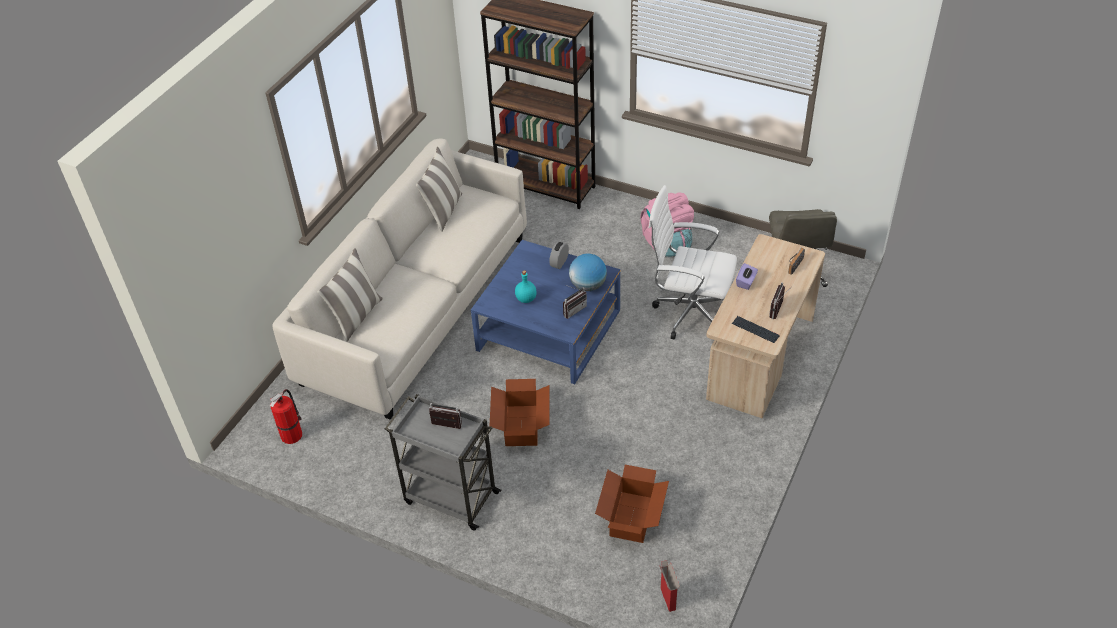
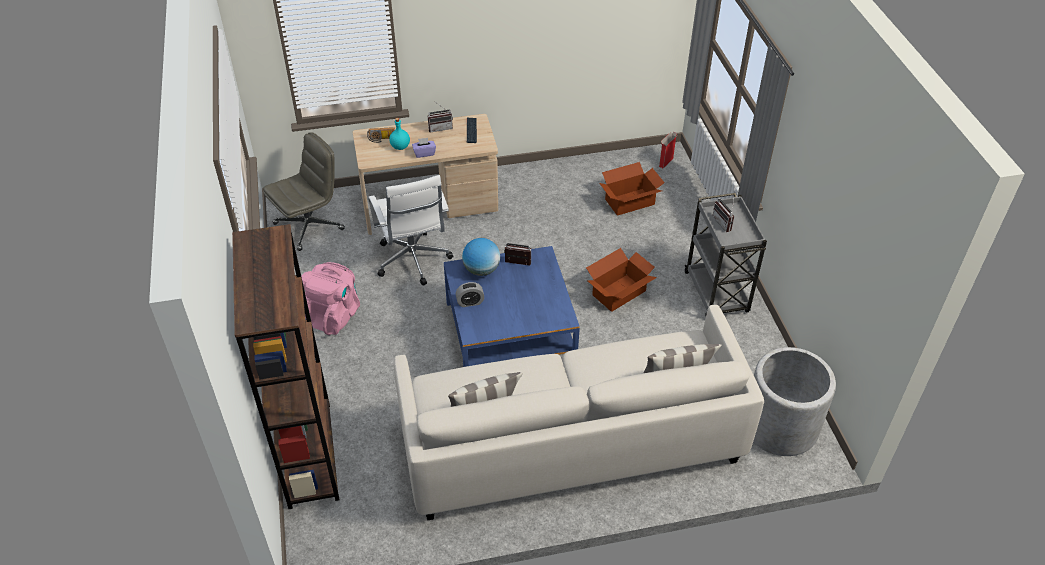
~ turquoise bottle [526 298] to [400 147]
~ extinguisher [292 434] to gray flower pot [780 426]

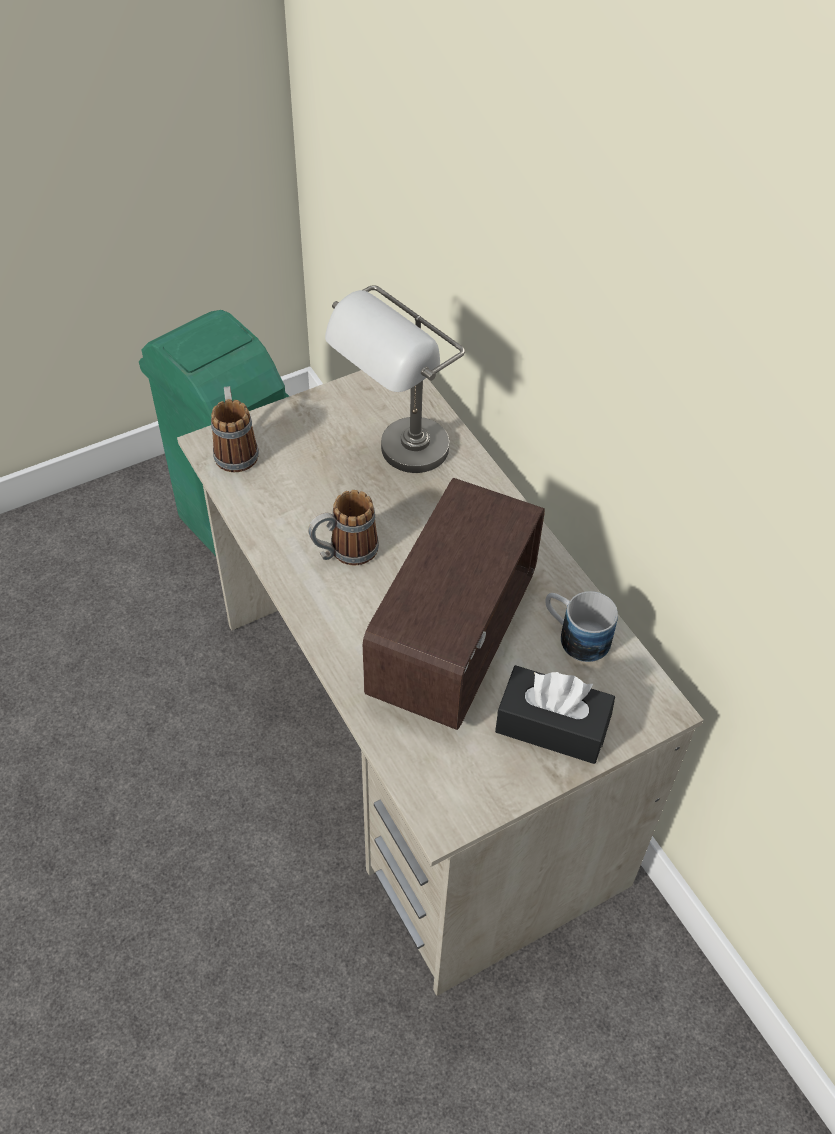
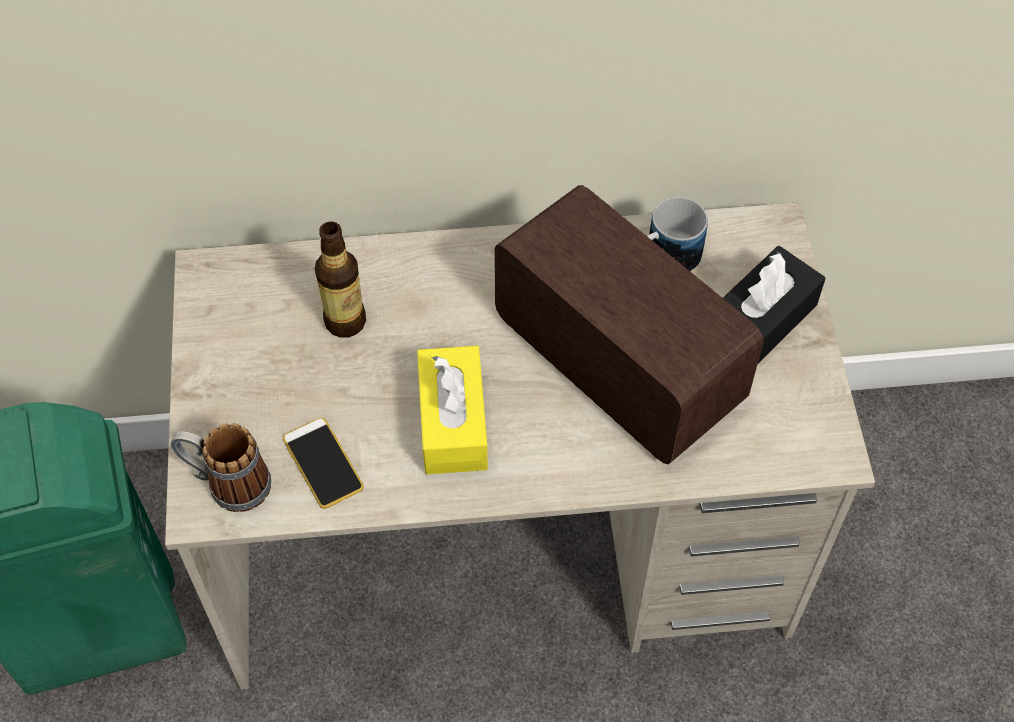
+ telephone [323 463]
~ tea mug [344 552] to yellow tissue holder [453 422]
~ gray lamp for a table [398 461] to bottle [345 321]

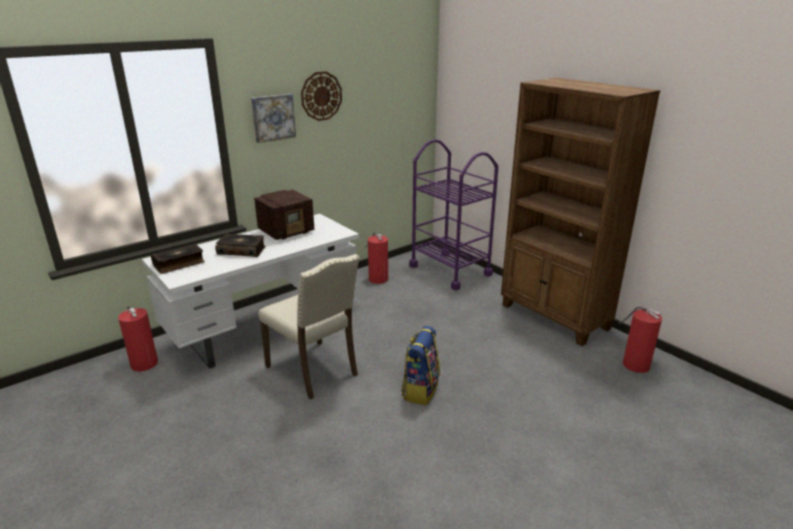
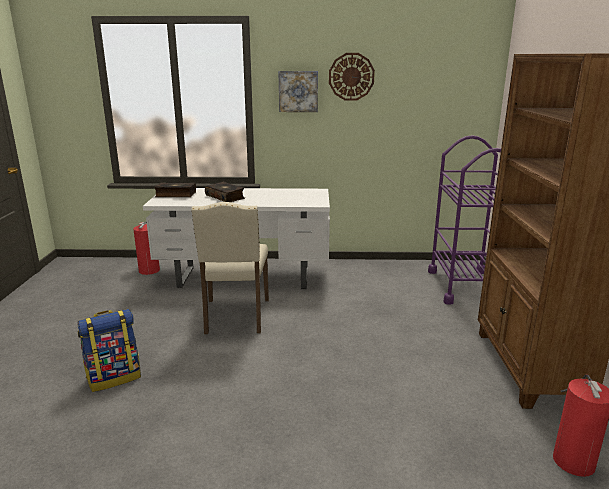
- radio [287 231]
- extinguisher [378 278]
~ knapsack [420 390] to [114 377]

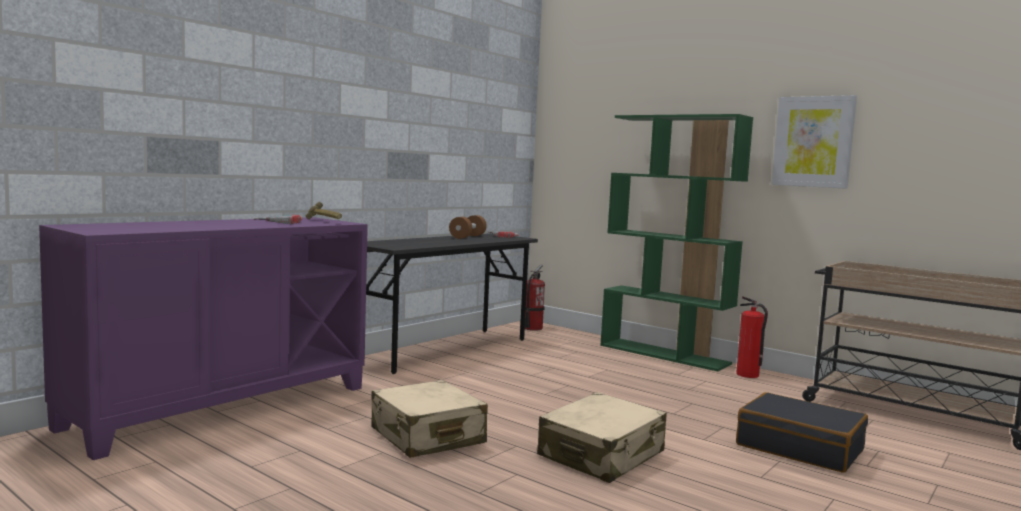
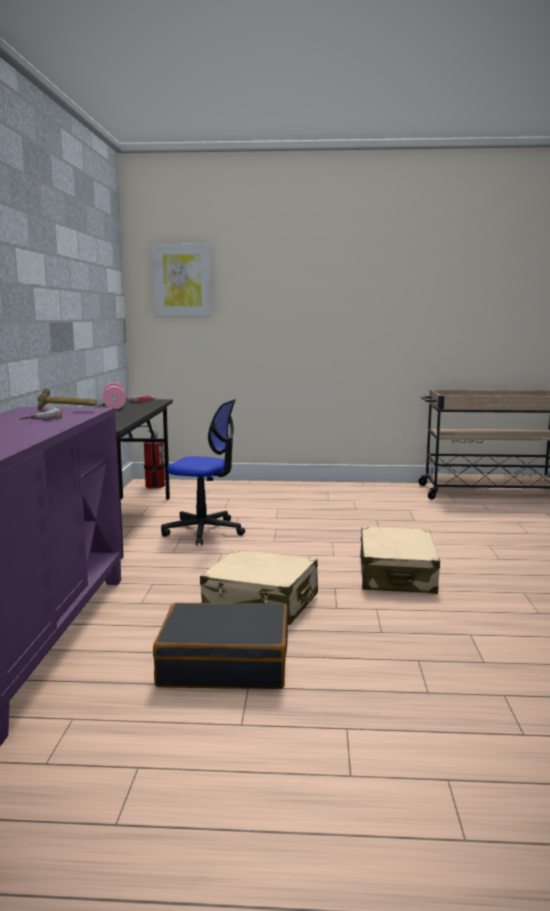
- green-coloured bookcase [664 354]
- extinguisher [748 375]
+ office chair [204 531]
~ blackish piece of luggage [800 447] to [225 663]
~ wall picture [813 142] to [182 280]
~ brown-coloured hand weight [467 237] to pink-coloured hand weight [114 406]

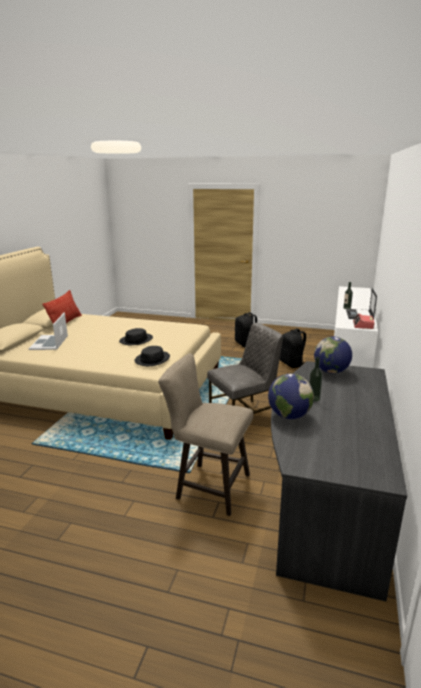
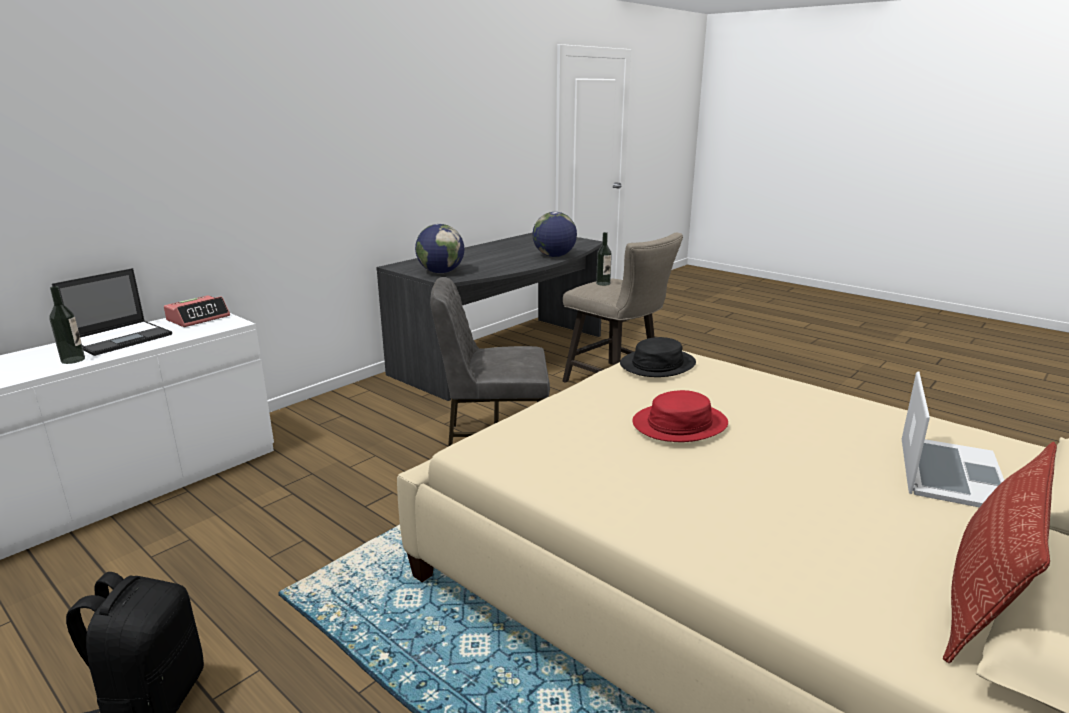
- blackish knapsack [292 364]
~ bottle [314 398] to [603 283]
~ blackish hat [136 340] to red-coloured hat [679 424]

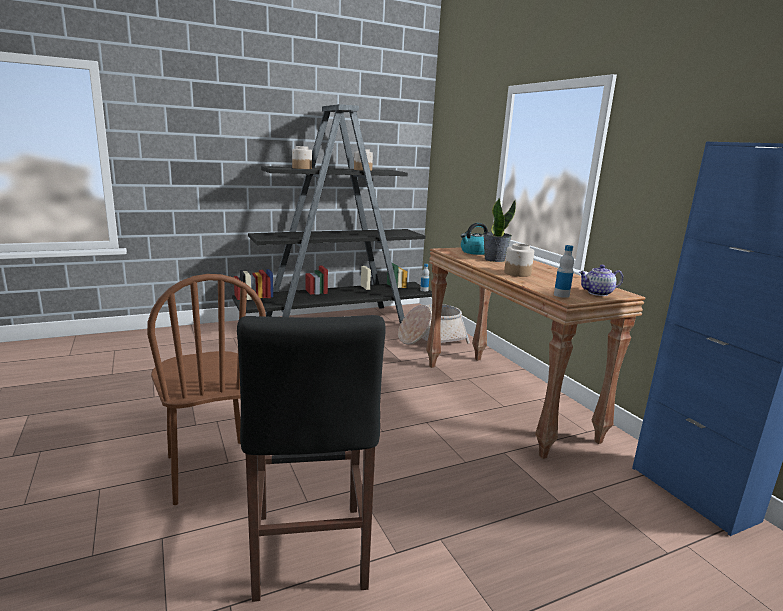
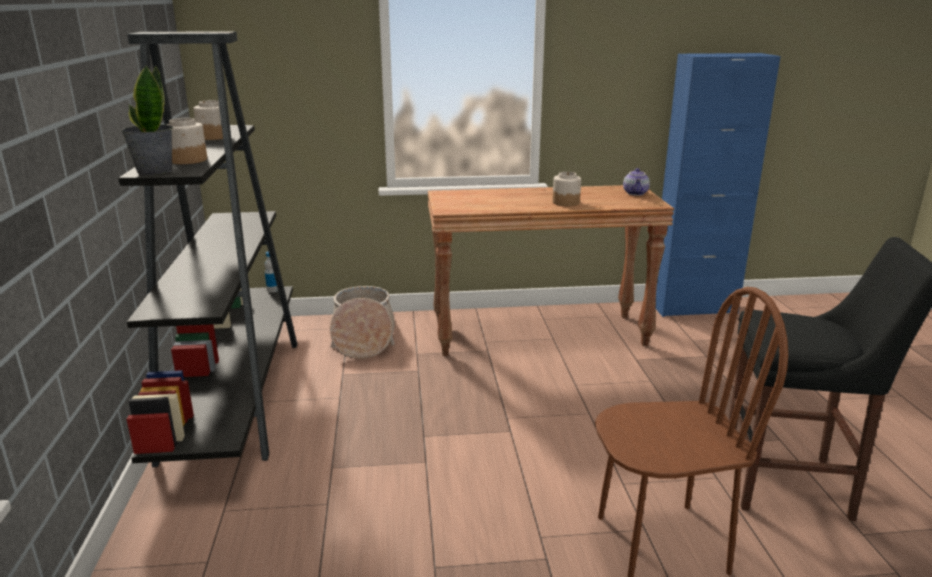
- water kettle [475 252]
- bottle [561 295]
~ potted plant [494 259] to [154 171]

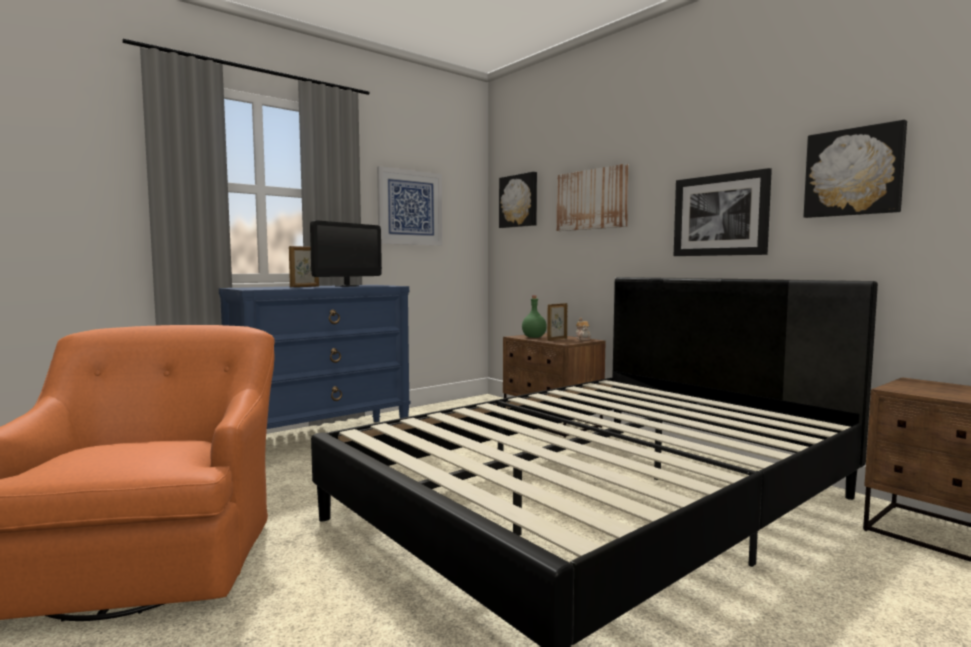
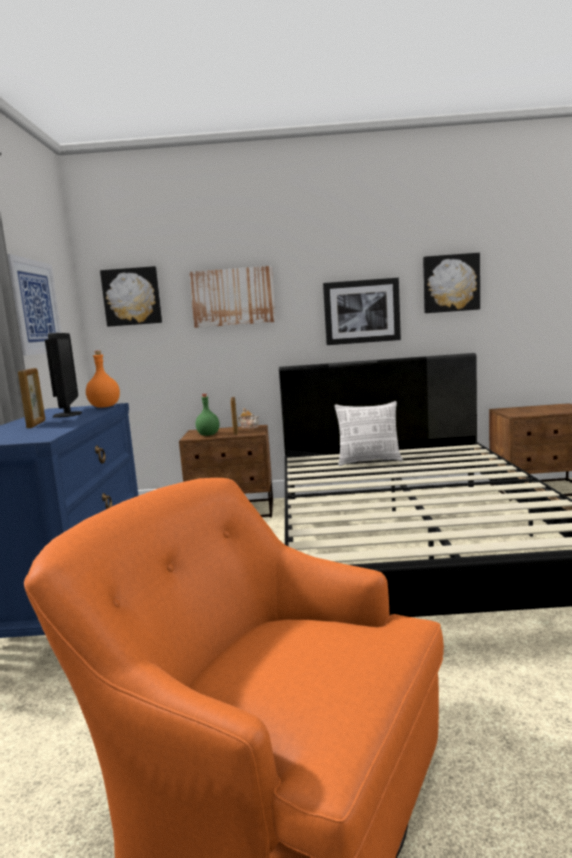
+ orangey bottle [105 406]
+ throw pillow [369 461]

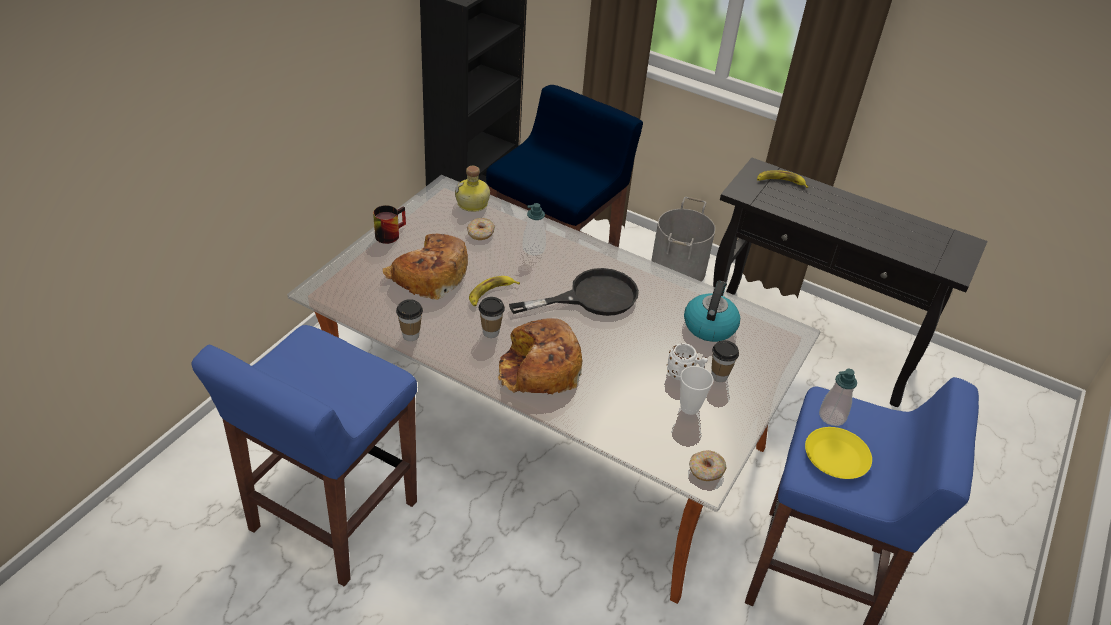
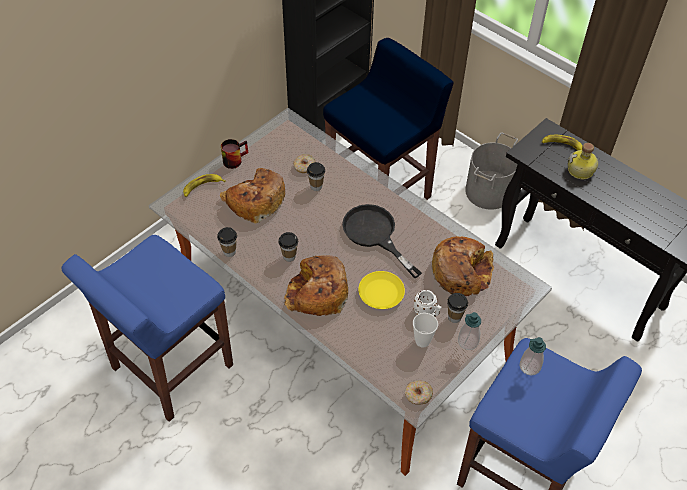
+ cup [316 186]
~ bottle [473 204] to [581 171]
~ banana fruit [491 293] to [202 187]
~ liquid soap bottle [533 249] to [468 341]
~ yellow flat dish [835 457] to [381 292]
~ water kettle [709 325] to bread [461 271]
~ blackish frying pan [591 297] = [375 235] 120 degrees counterclockwise

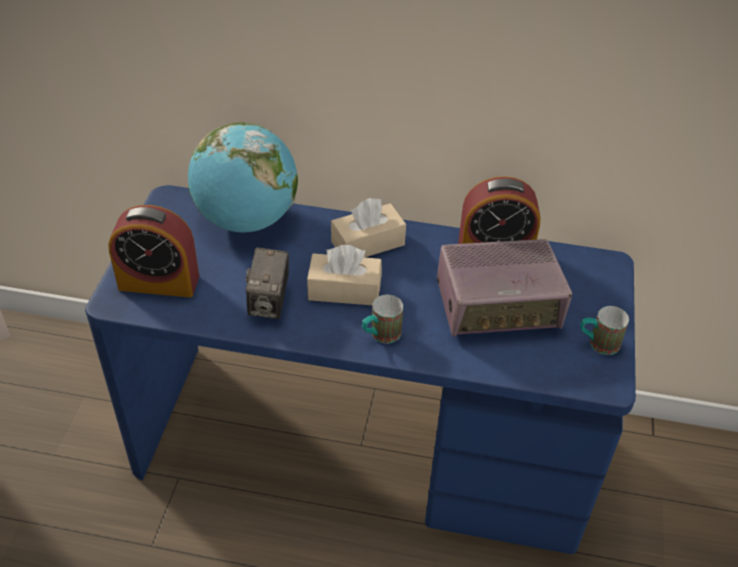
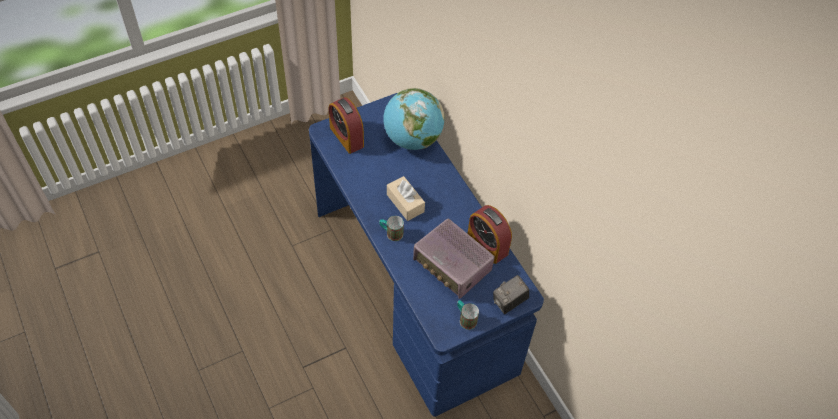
- sand-coloured tissue holder [367 243]
~ still camera [269 303] to [509 302]

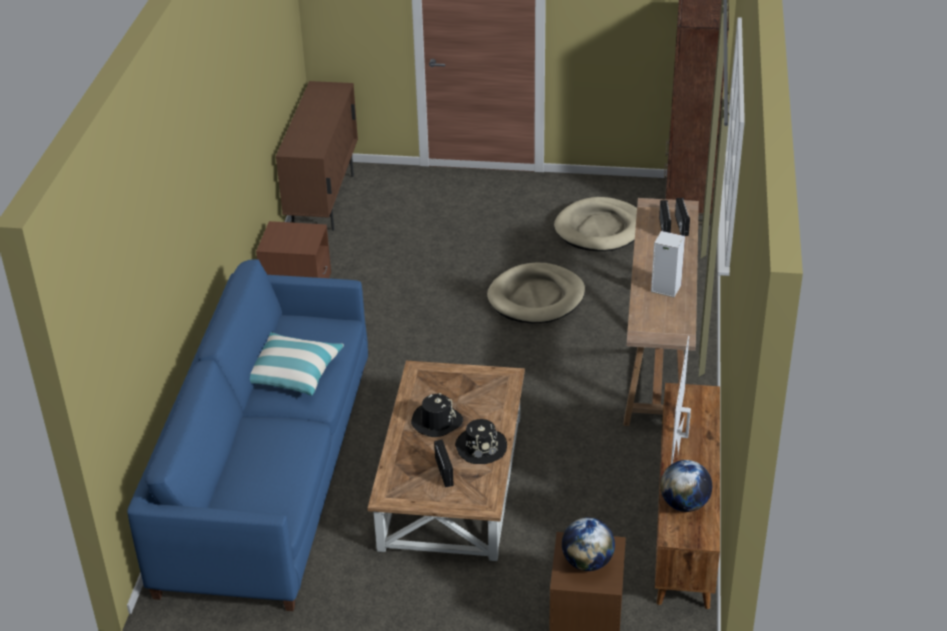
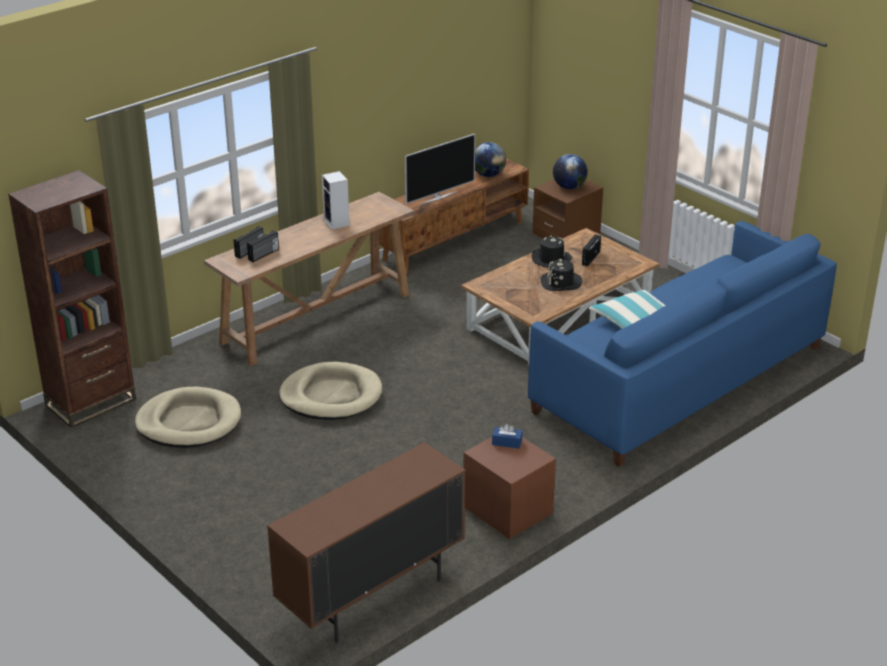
+ blue tissue holder [507 442]

